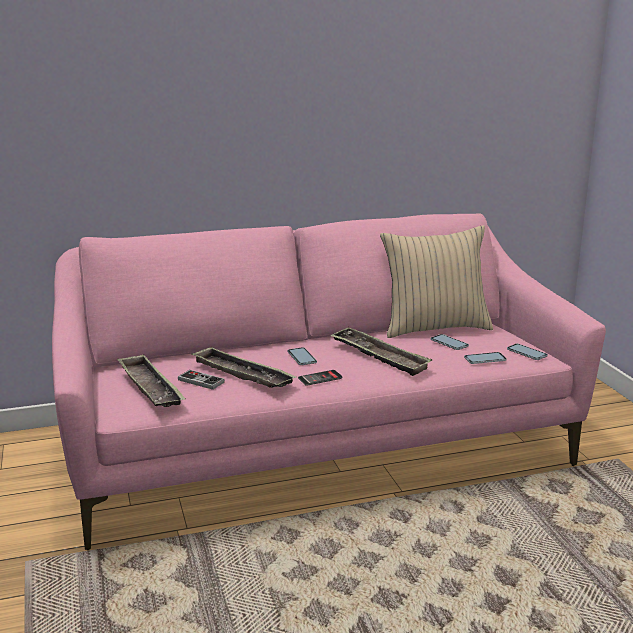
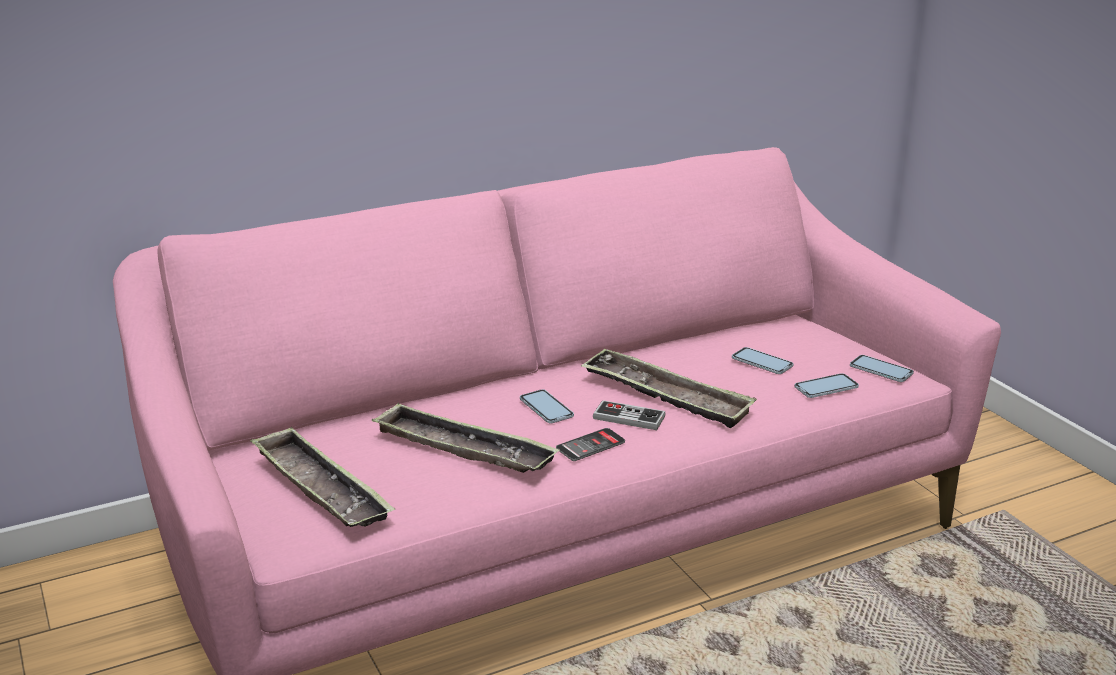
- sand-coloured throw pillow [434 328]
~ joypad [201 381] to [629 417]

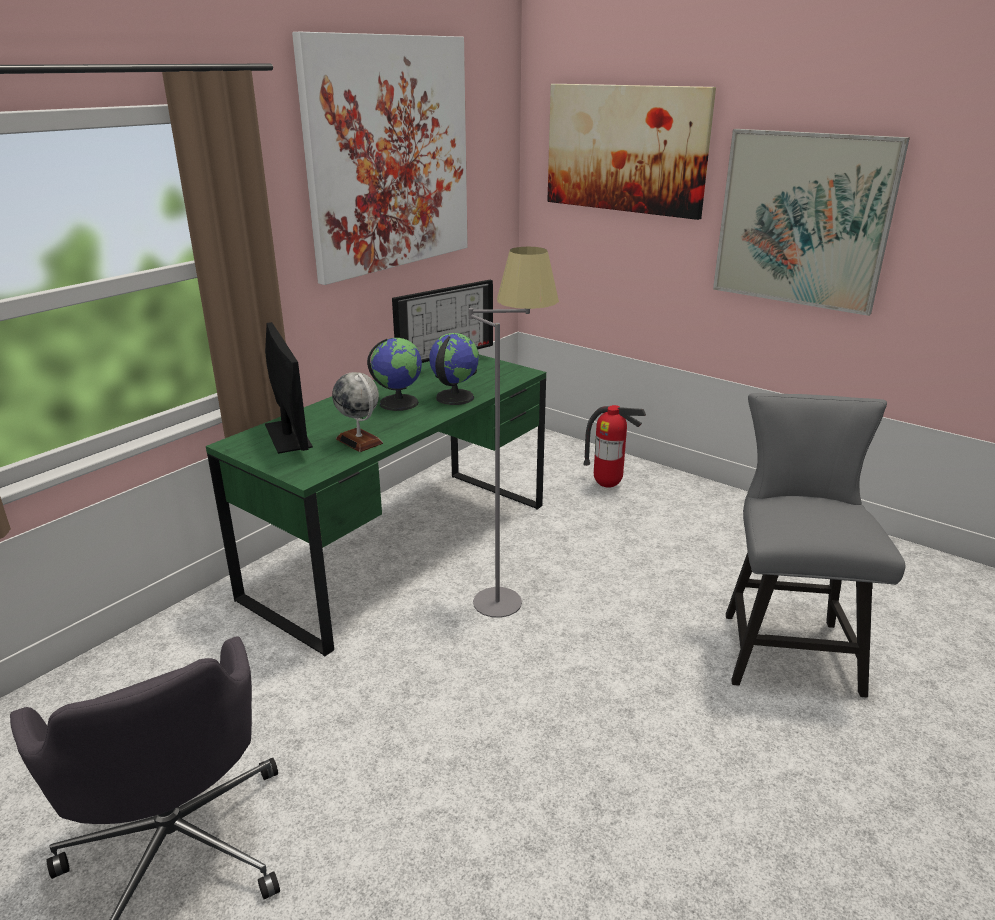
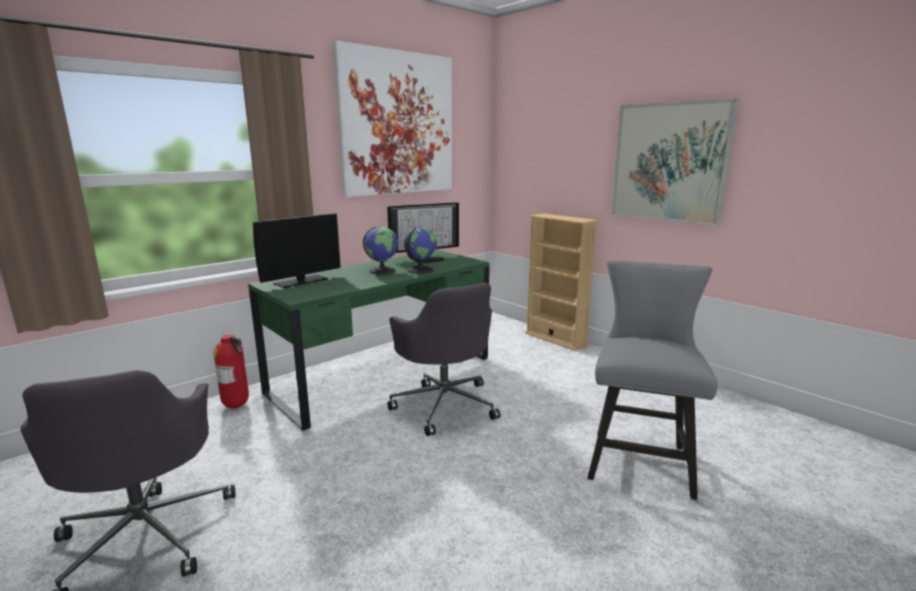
- desk globe [359 441]
- wall picture [625 149]
+ sand-coloured bookcase [555 339]
~ extinguisher [608 485] to [237 406]
~ gray standard lamp [510 591] to gray office chair [444 404]
~ computer screen [288 435] = [301 281] 60 degrees clockwise

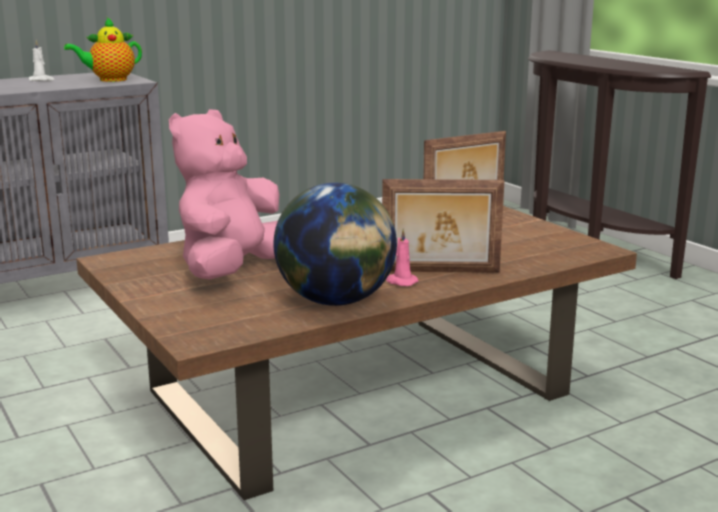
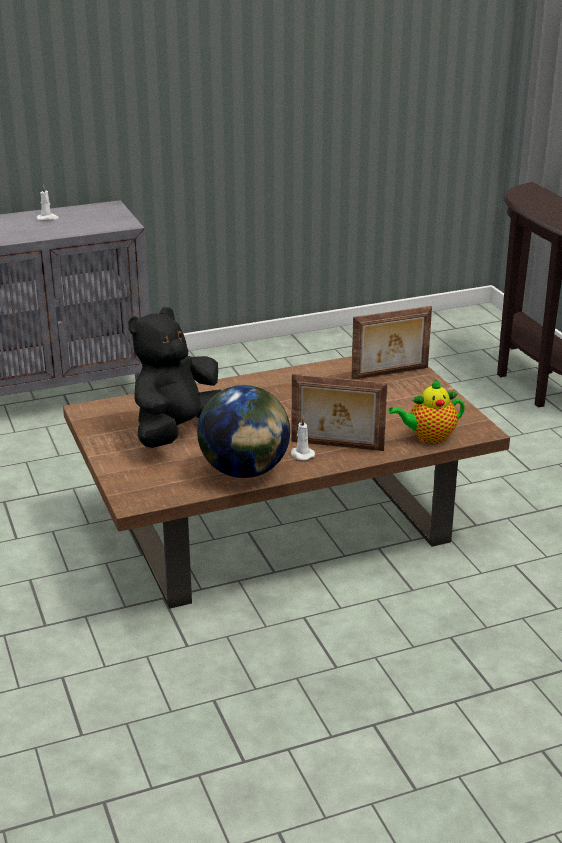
~ tea pot [109 80] to [428 437]
~ pink-coloured plush toy [233 272] to blackish plush toy [177 432]
~ pink-coloured wax light [401 282] to white wax light [301 455]

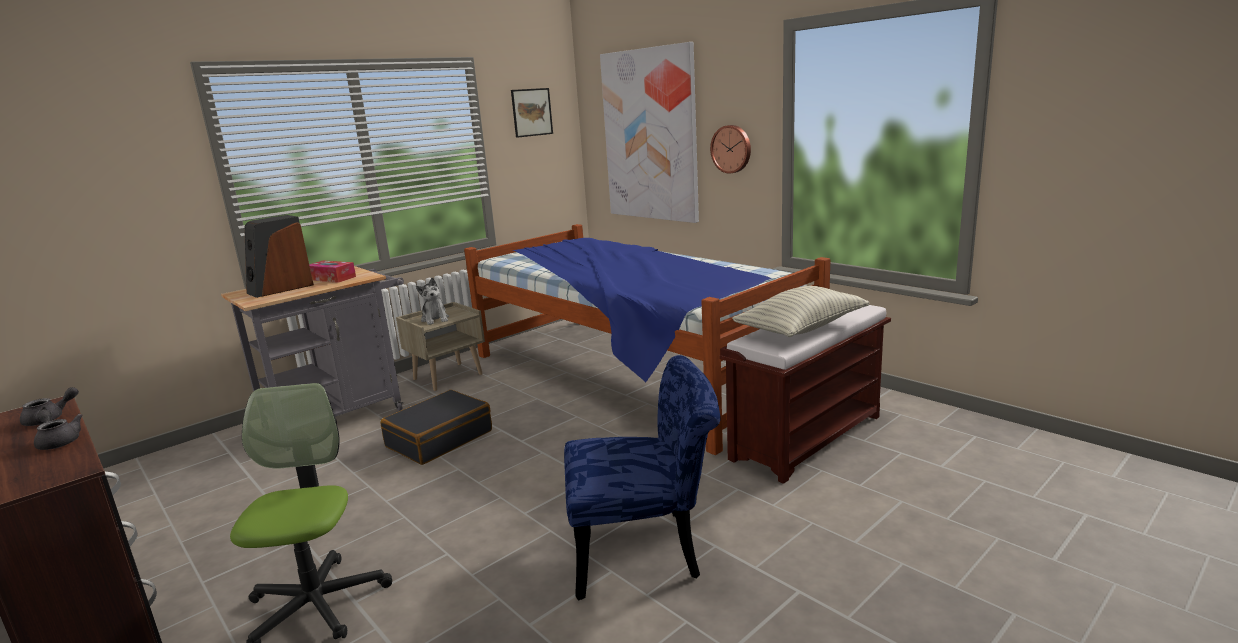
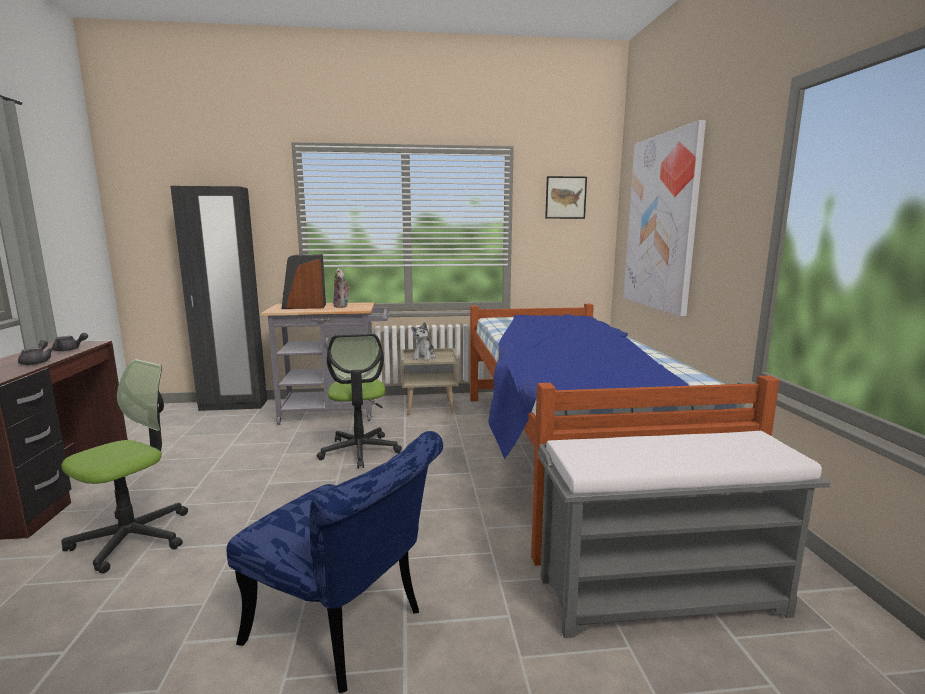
- wall clock [732 149]
- throw pillow [801 329]
+ blackish armoire [233 406]
~ tissue holder [331 278] to plush toy [342 306]
~ blackish piece of luggage [439 439] to office chair [360 451]
~ brown-coloured long seat [807 436] to gray long seat [662 595]

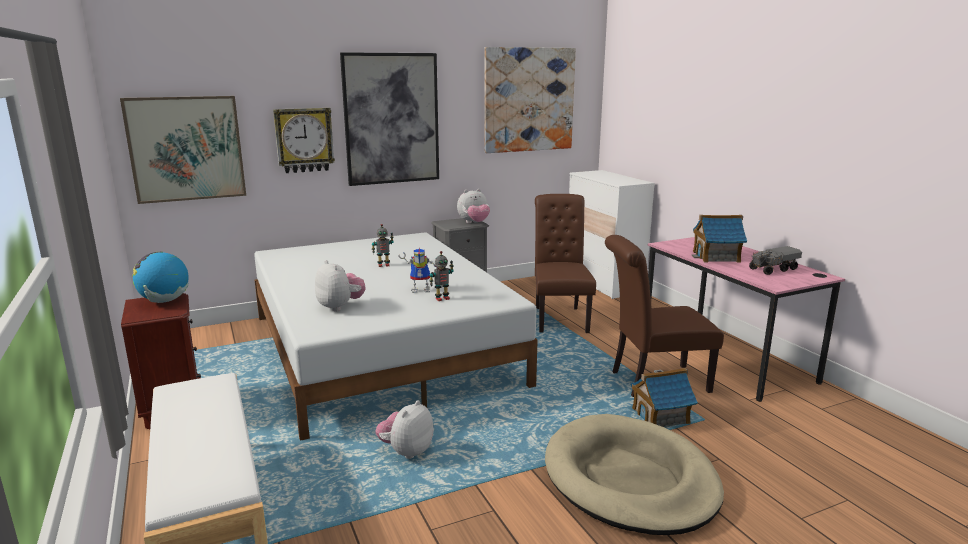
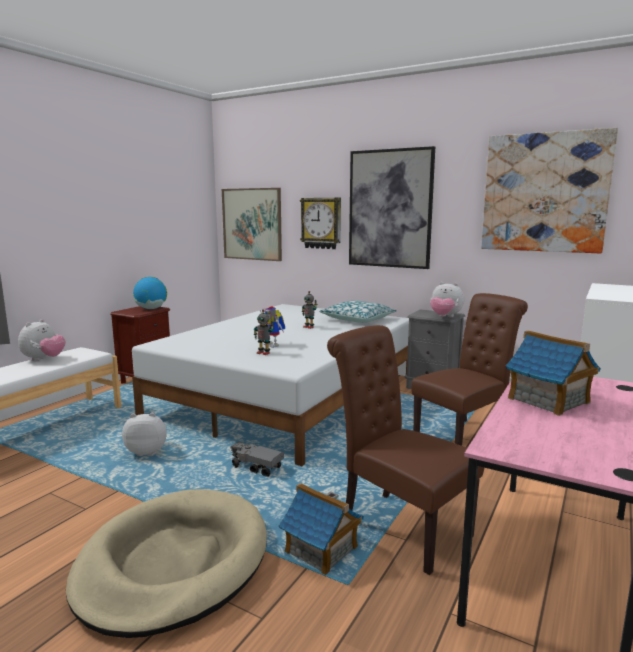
+ throw pillow [358 319]
~ plush toy [340 307] to [44 359]
~ toy truck [773 269] to [256 467]

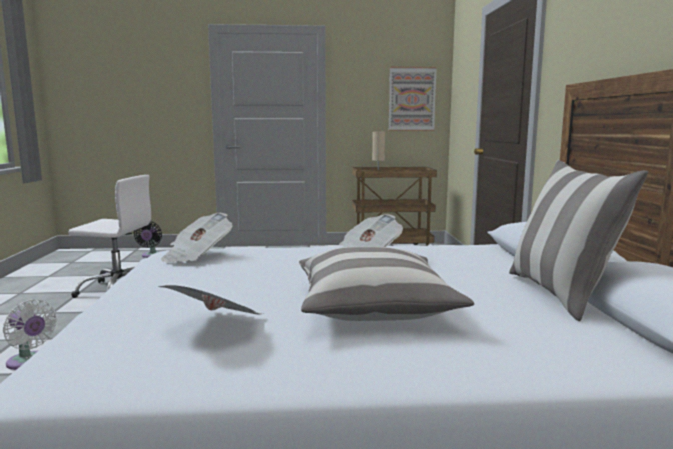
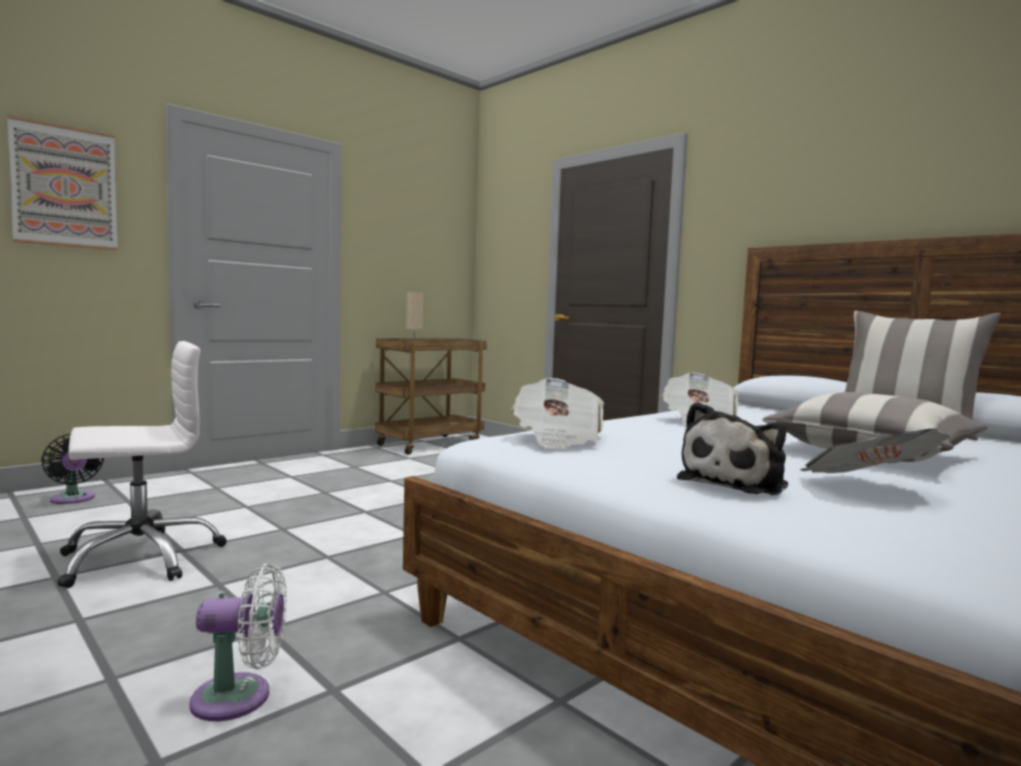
+ plush toy [736 483]
~ wall picture [412 99] to [65 187]

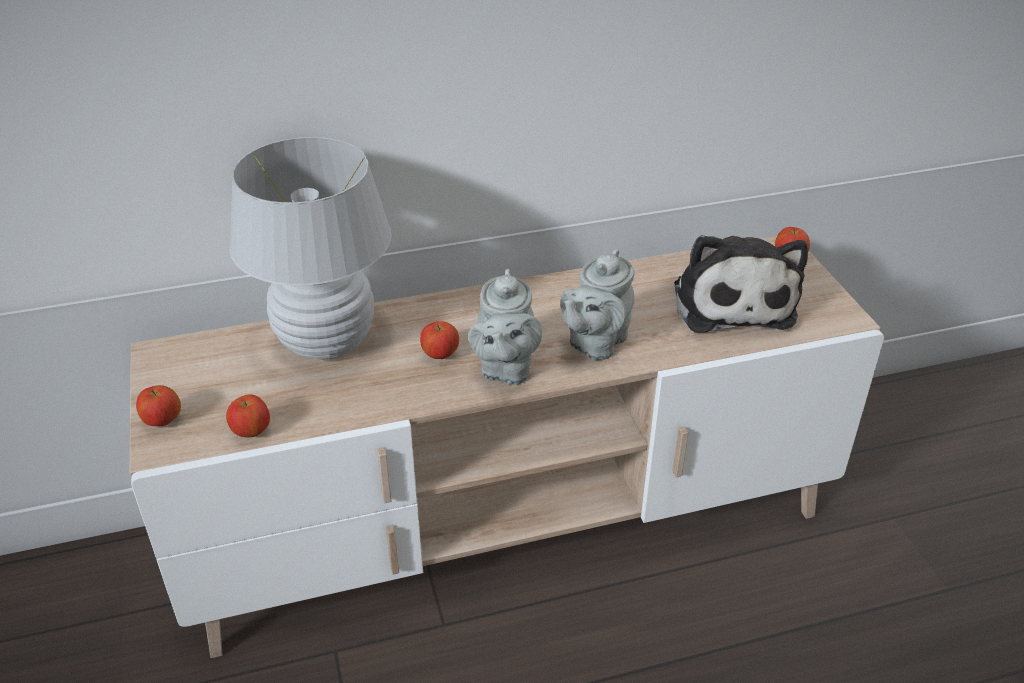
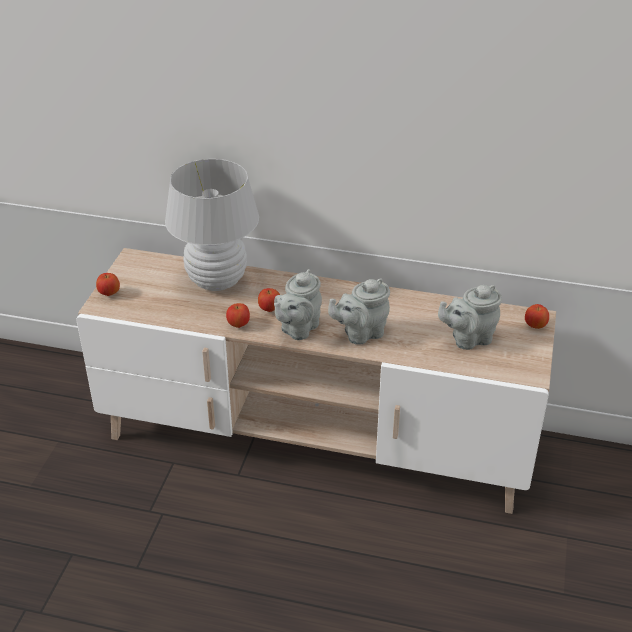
~ apple fruit [251 432] to [238 324]
~ plush toy [732 301] to gray tea pot [468 339]

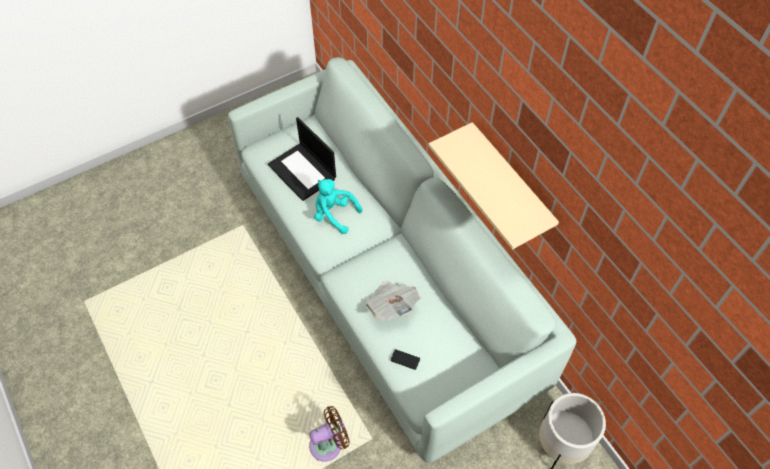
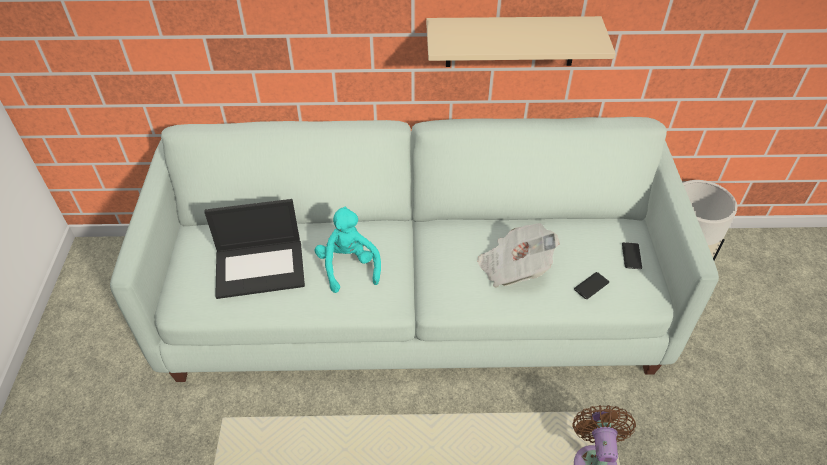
+ telephone [631 256]
~ turquoise plush toy [334 215] = [348 266] 105 degrees clockwise

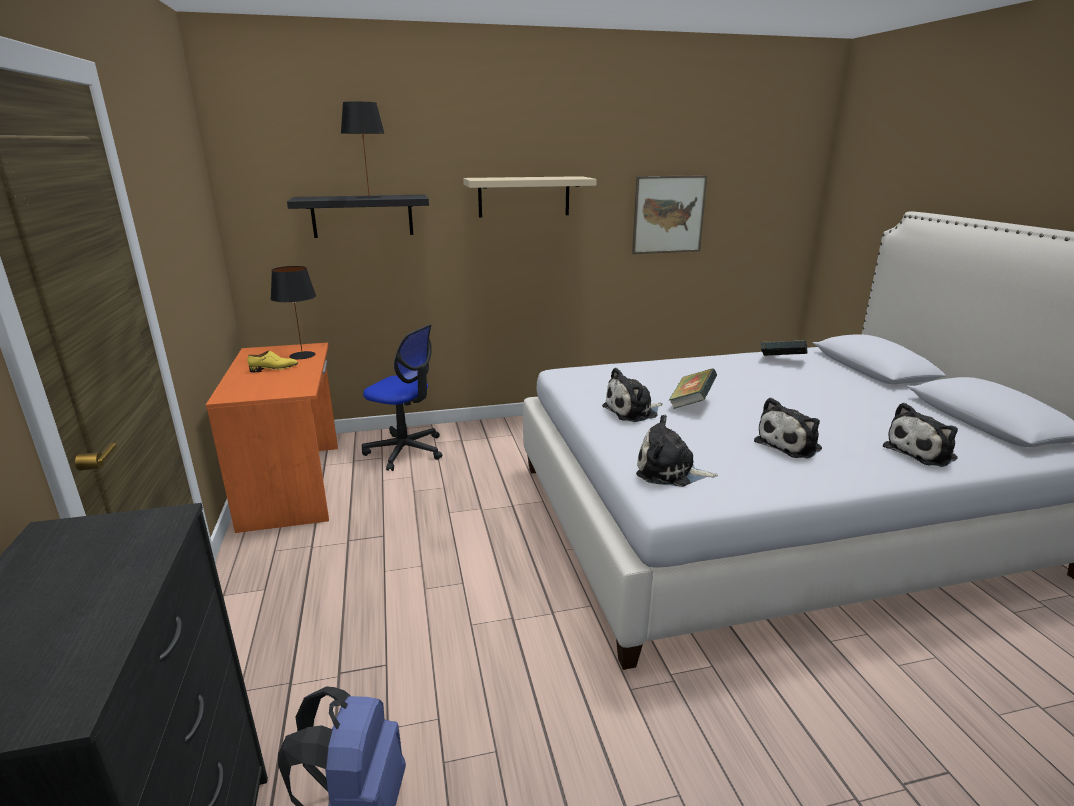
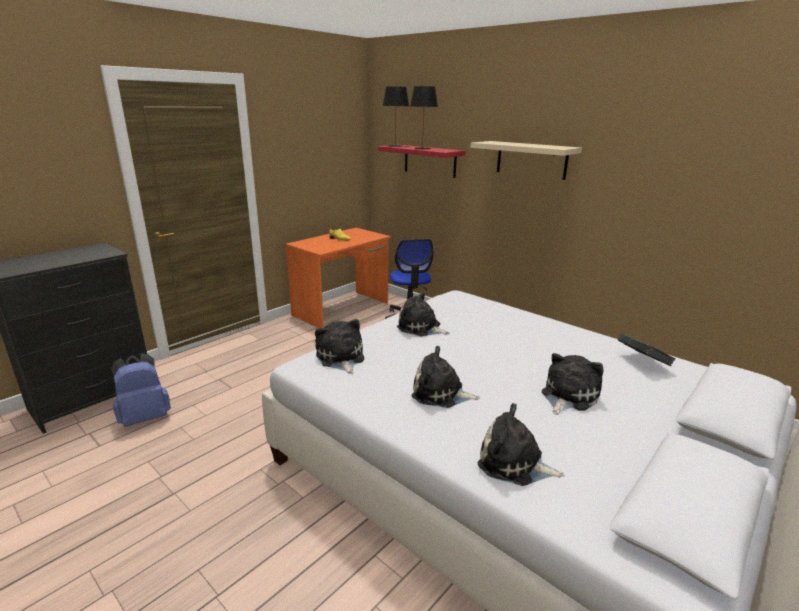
- wall picture [668 215]
- book [691 403]
+ plush toy [567 396]
~ blackish lamp for a table [302 355] to [395 146]
~ blackish shelf [362 216] to red-coloured shelf [430 161]

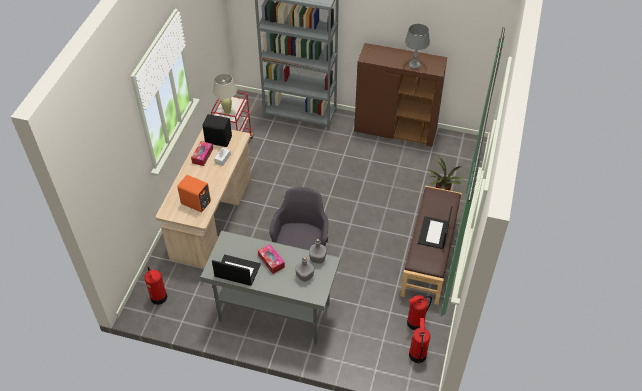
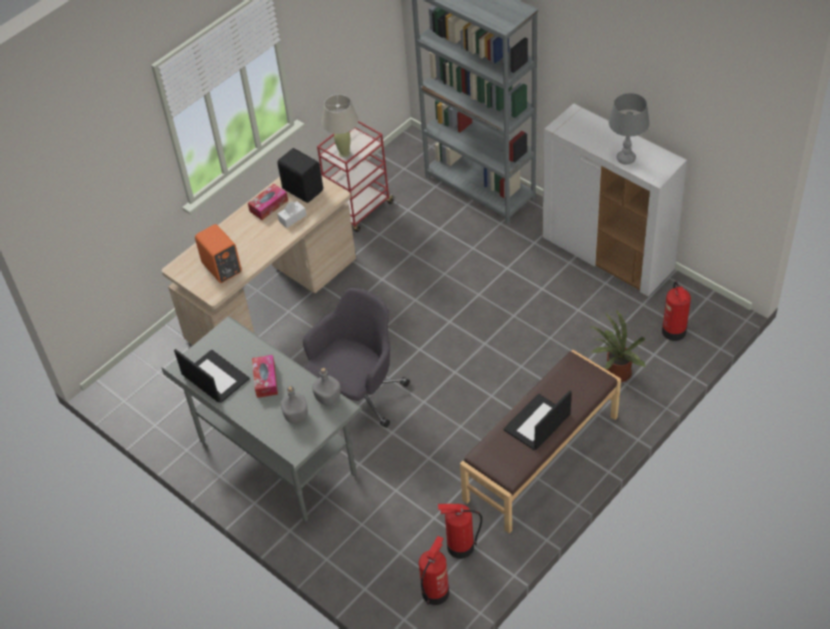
~ extinguisher [159 297] to [674 332]
~ brown-coloured cabinet [396 130] to white cabinet [608 255]

